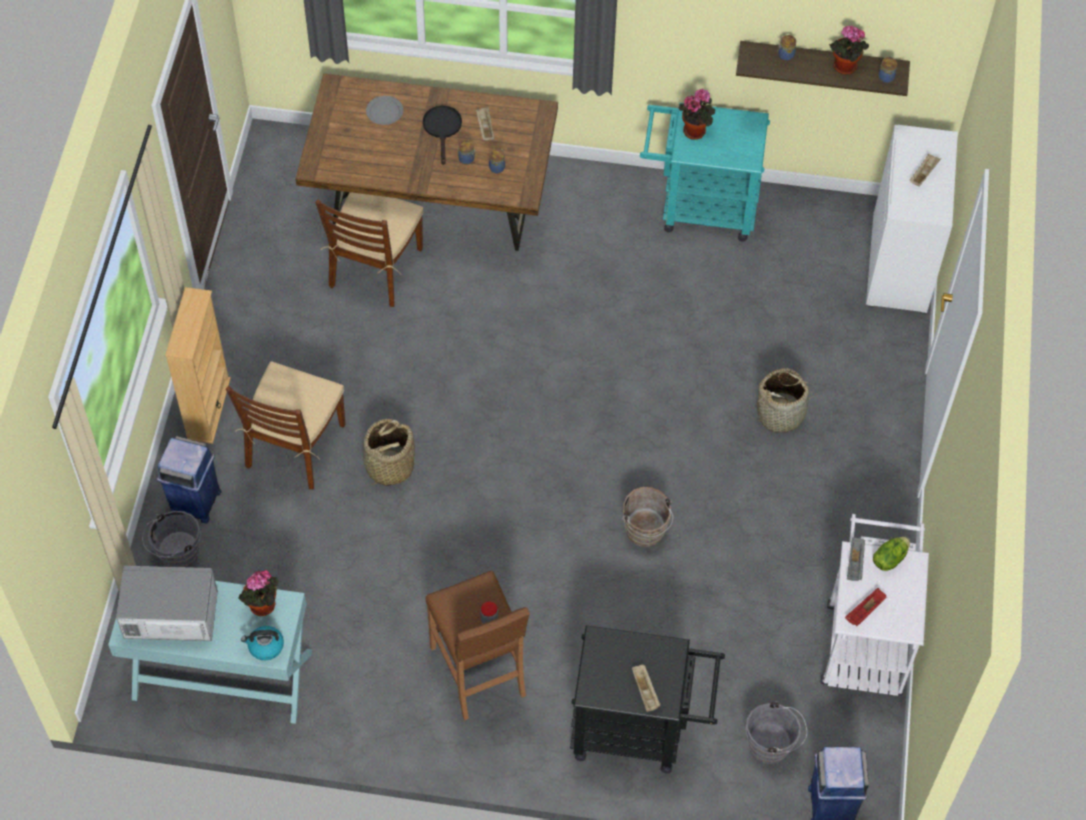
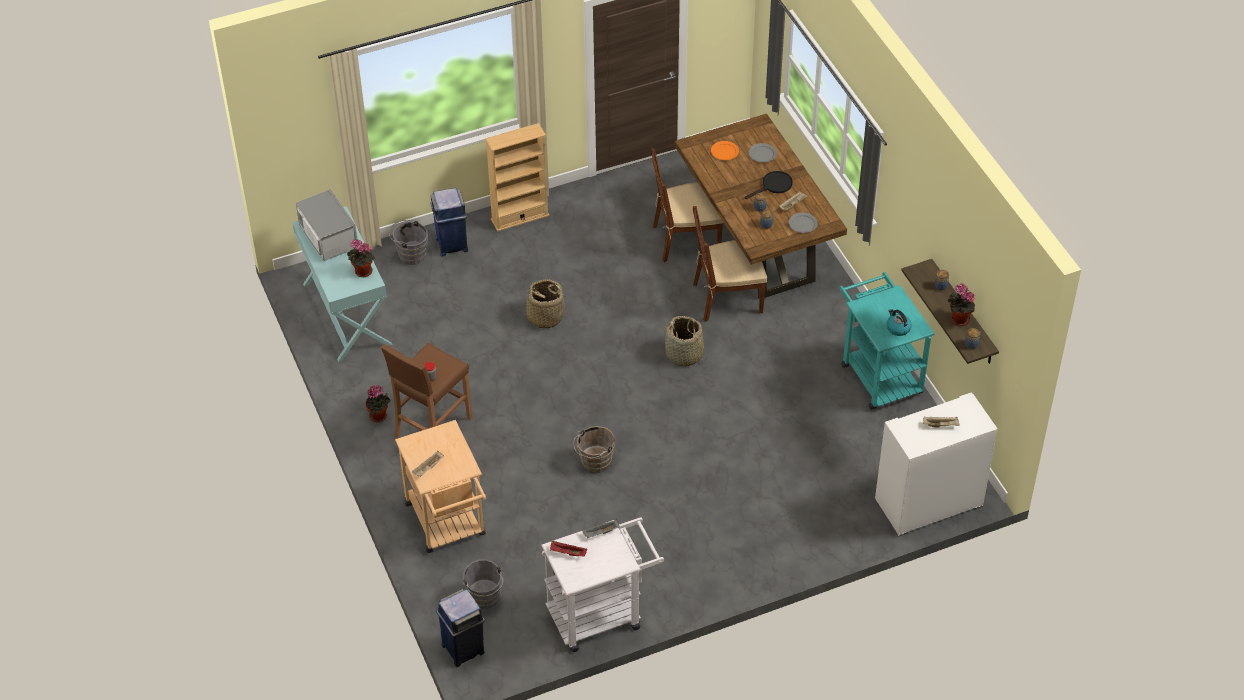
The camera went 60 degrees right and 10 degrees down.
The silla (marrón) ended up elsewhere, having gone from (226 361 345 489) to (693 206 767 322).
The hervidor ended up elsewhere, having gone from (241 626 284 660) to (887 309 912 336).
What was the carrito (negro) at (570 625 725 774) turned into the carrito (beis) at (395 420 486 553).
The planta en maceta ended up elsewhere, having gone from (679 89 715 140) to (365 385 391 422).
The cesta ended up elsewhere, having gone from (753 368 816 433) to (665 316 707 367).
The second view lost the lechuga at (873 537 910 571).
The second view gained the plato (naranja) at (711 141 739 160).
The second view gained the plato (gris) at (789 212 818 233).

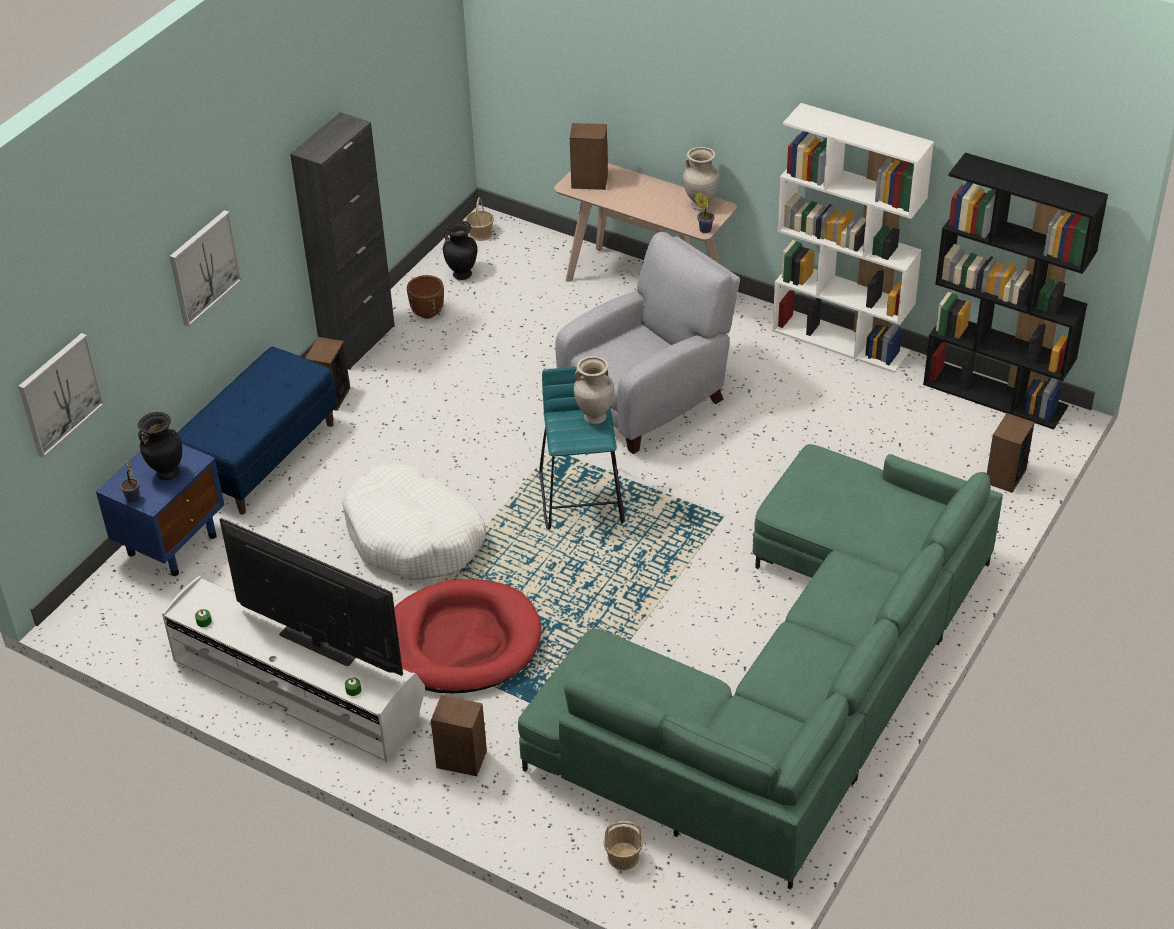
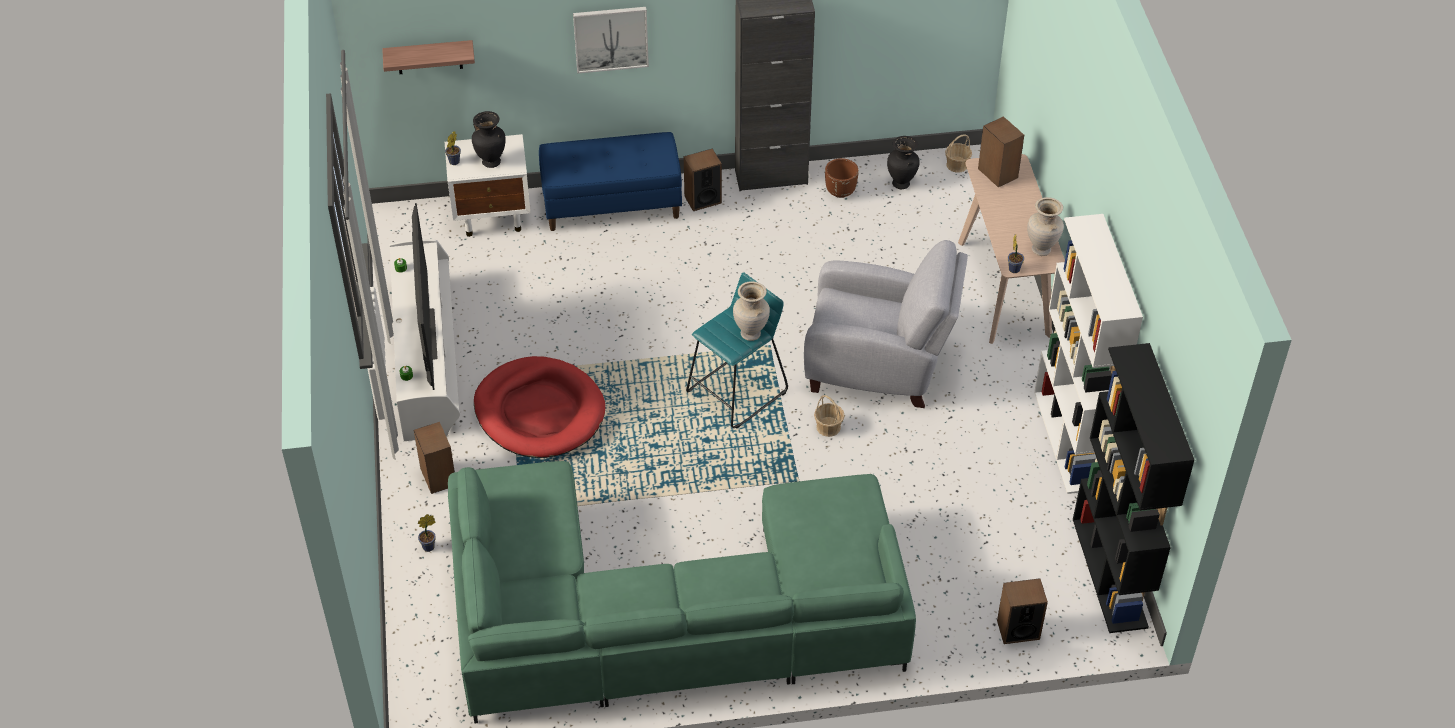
The camera went 50 degrees right and 5 degrees up.
Where the cuadro hung at (18 333 104 458), the estante came to hang at (382 40 475 74).
What was the mesita de noche (azul) at (96 444 224 576) turned into the mesita de noche (blanco) at (445 134 531 237).
The second view lost the cama para perro (blanco) at (342 464 486 580).
The cesta ended up elsewhere, having gone from (603 821 643 870) to (814 395 845 437).
The second view gained the planta en maceta at (418 514 436 552).

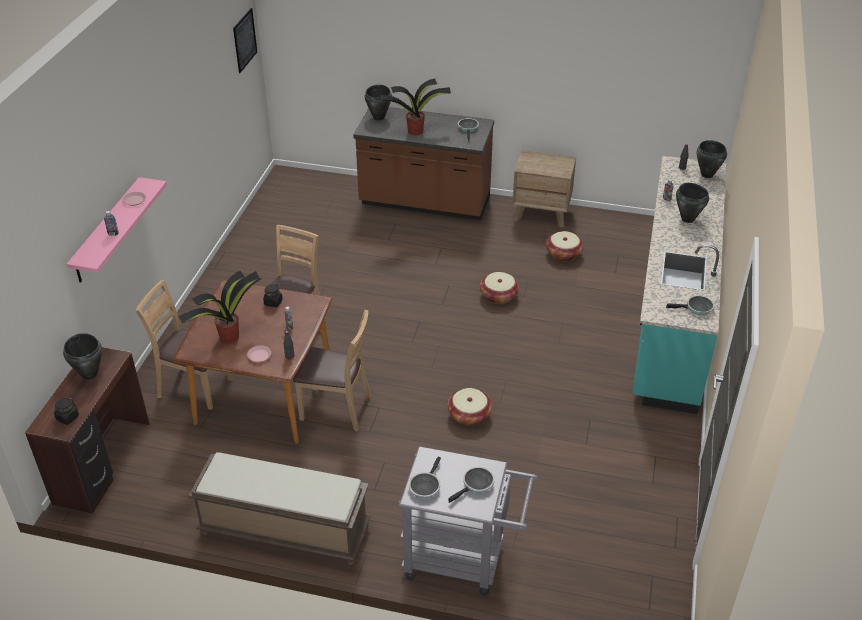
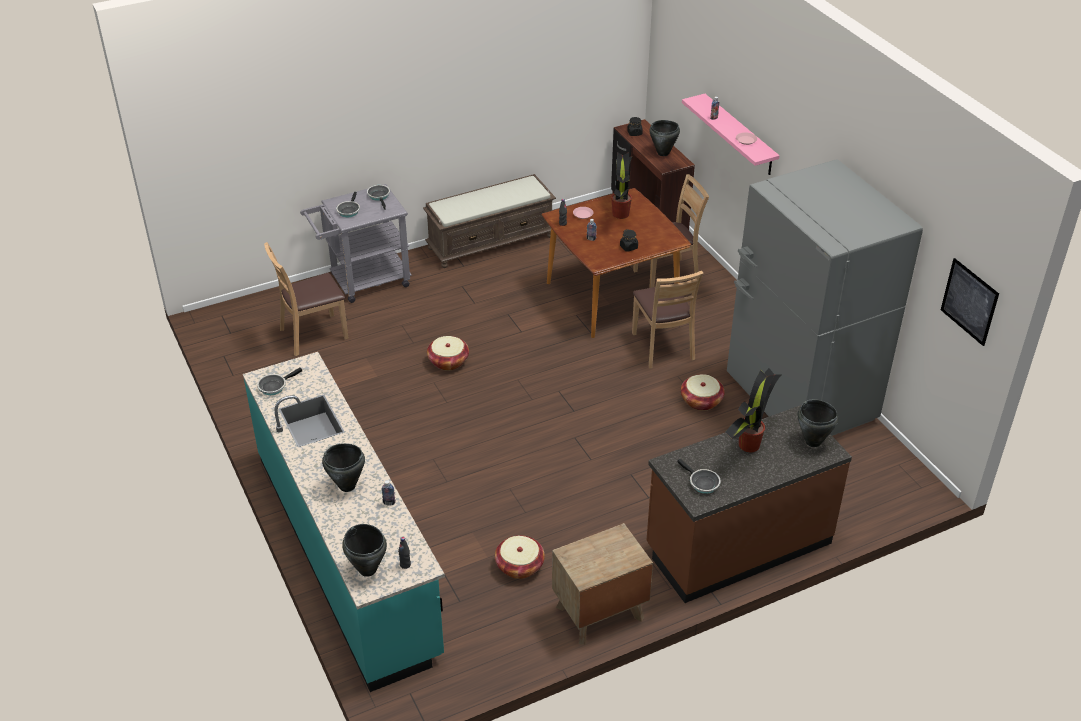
The camera went 140 degrees right and 0 degrees up.
The silla (marrón) ended up elsewhere, having gone from (293 310 371 431) to (264 242 348 356).
The cesta ended up elsewhere, having gone from (480 272 519 304) to (681 374 725 411).
The second view gained the nevera (gris) at (727 159 923 436).

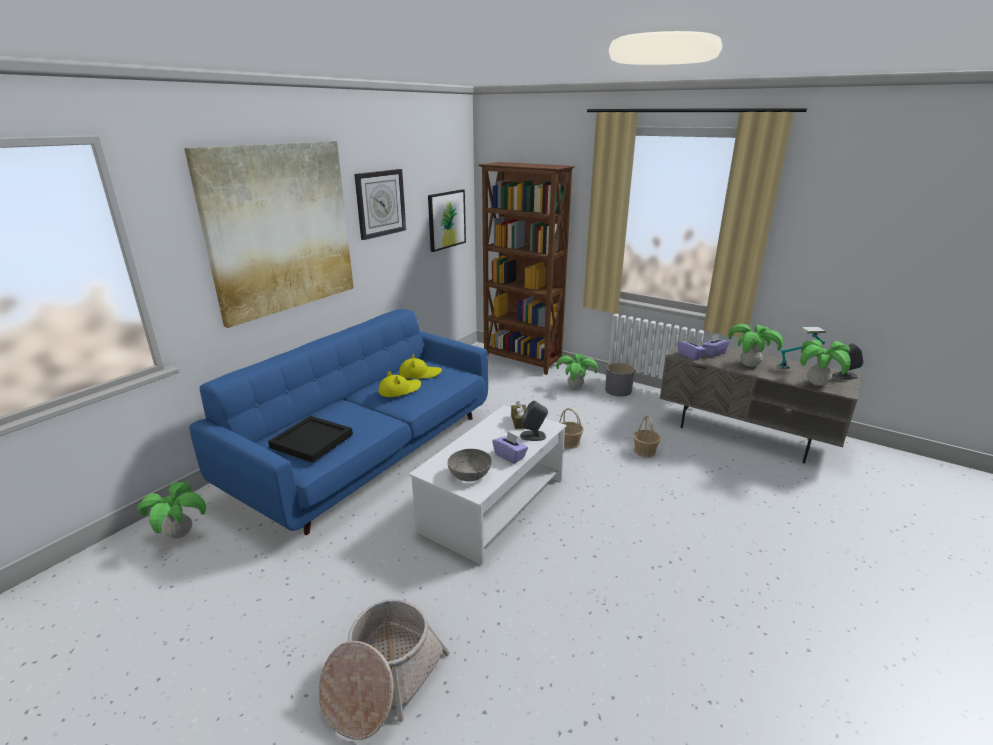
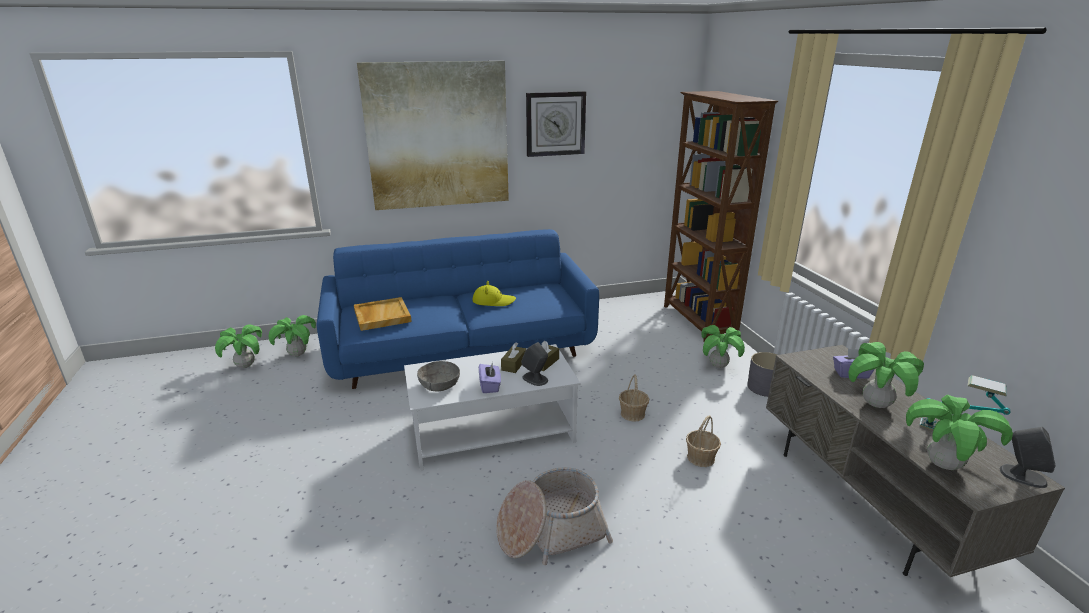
The camera went 40 degrees right and 0 degrees up.
What was the bandeja (negro) at (268 416 353 463) turned into the bandeja (beis) at (354 297 412 331).
The cesta ended up elsewhere, having gone from (318 599 449 740) to (496 467 613 565).
The second view lost the sombrero (amarillo) at (399 354 442 378).
The second view lost the cuadro at (428 190 466 252).
The second view lost the caja de pañuelos (morado) at (678 336 706 360).
The second view gained the planta en maceta at (215 325 262 368).
The second view gained the caja de pañuelos (marrón) at (501 342 526 373).

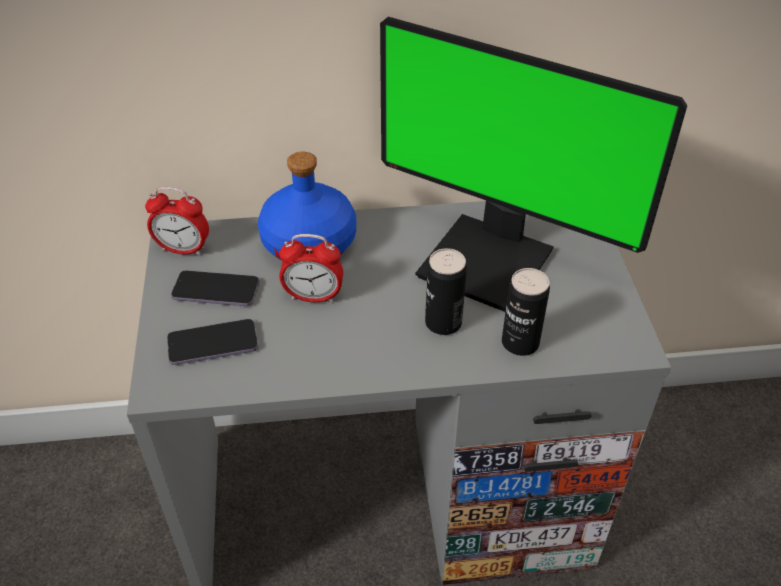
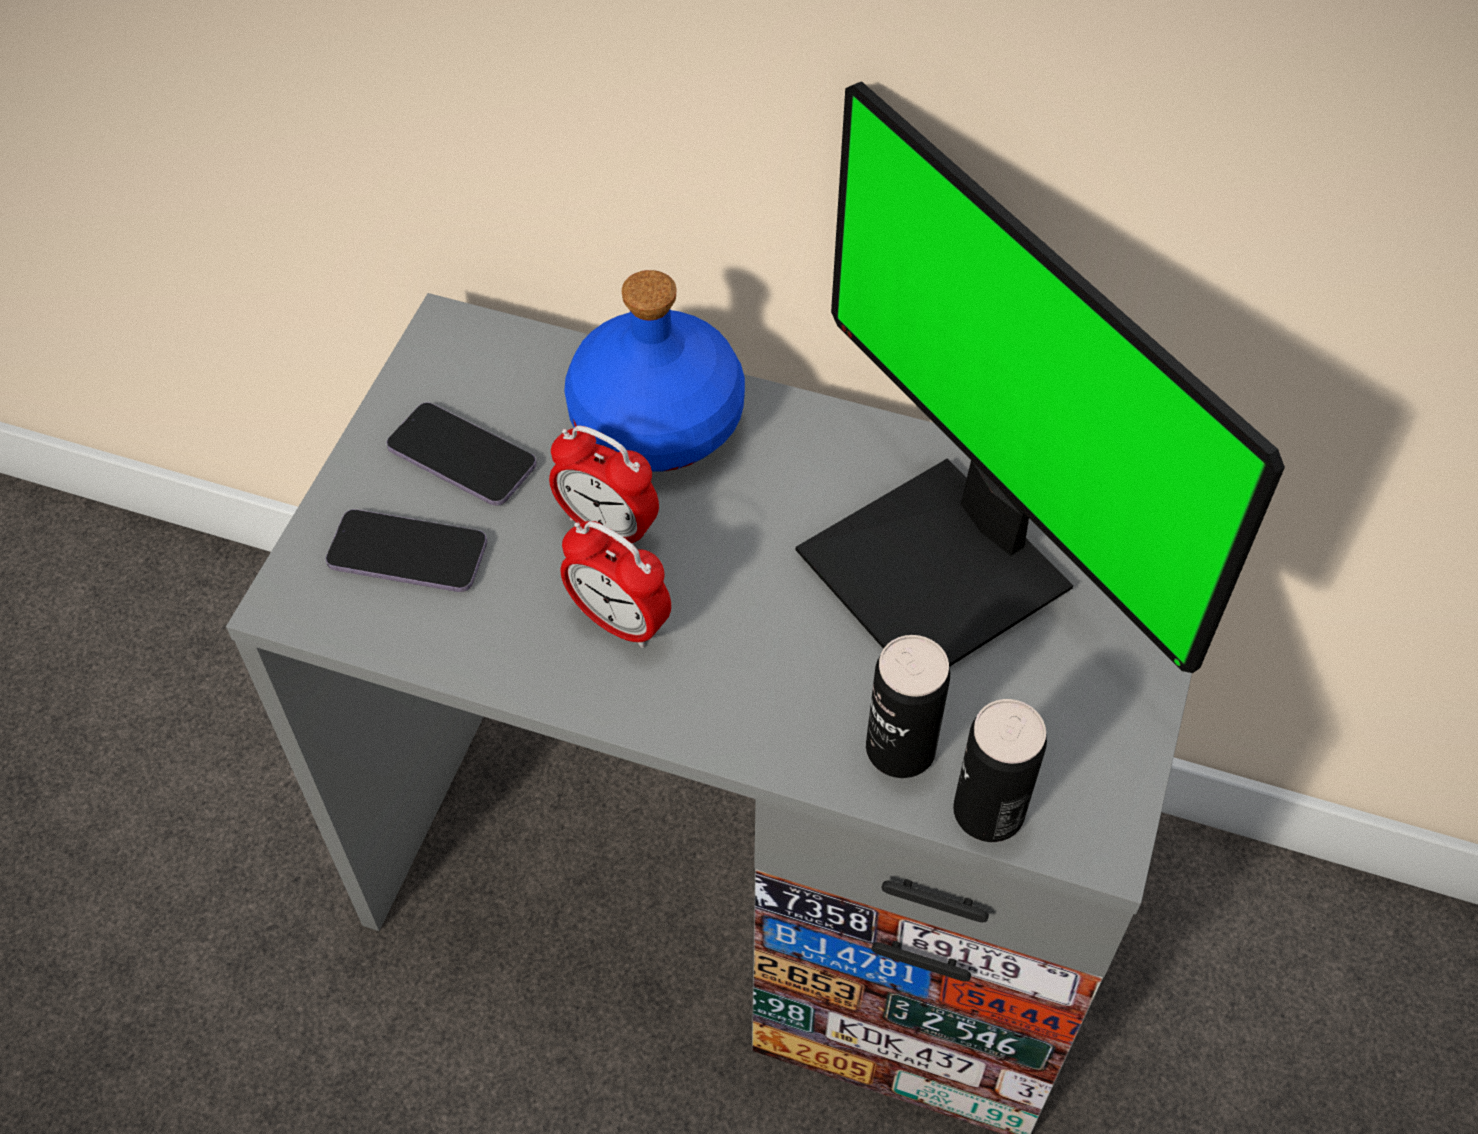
The camera went 25 degrees right and 10 degrees up.
The despertador ended up elsewhere, having gone from (145 187 209 256) to (561 521 671 648).
The lata ended up elsewhere, having gone from (425 248 467 335) to (953 699 1047 842).

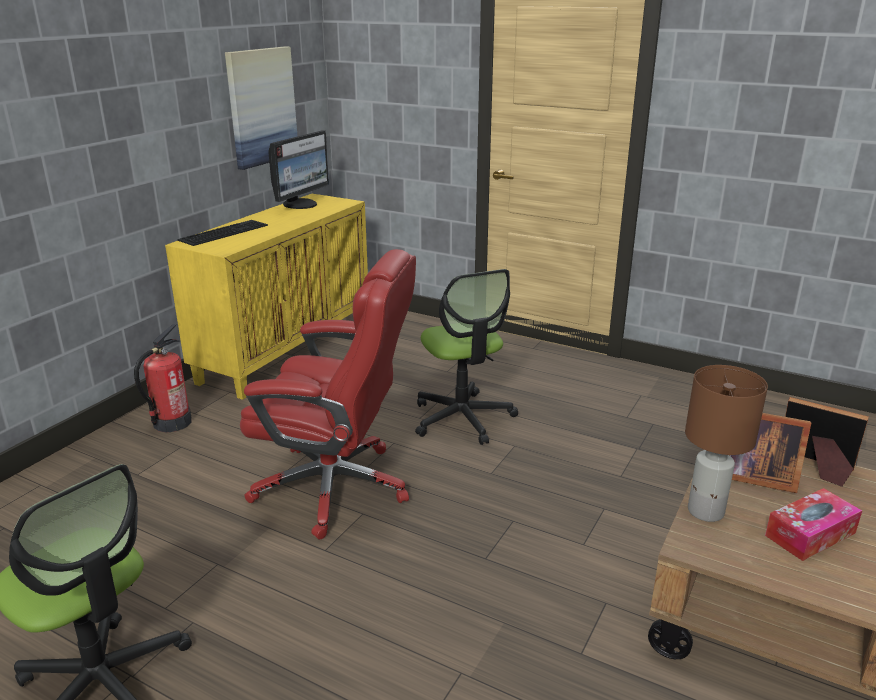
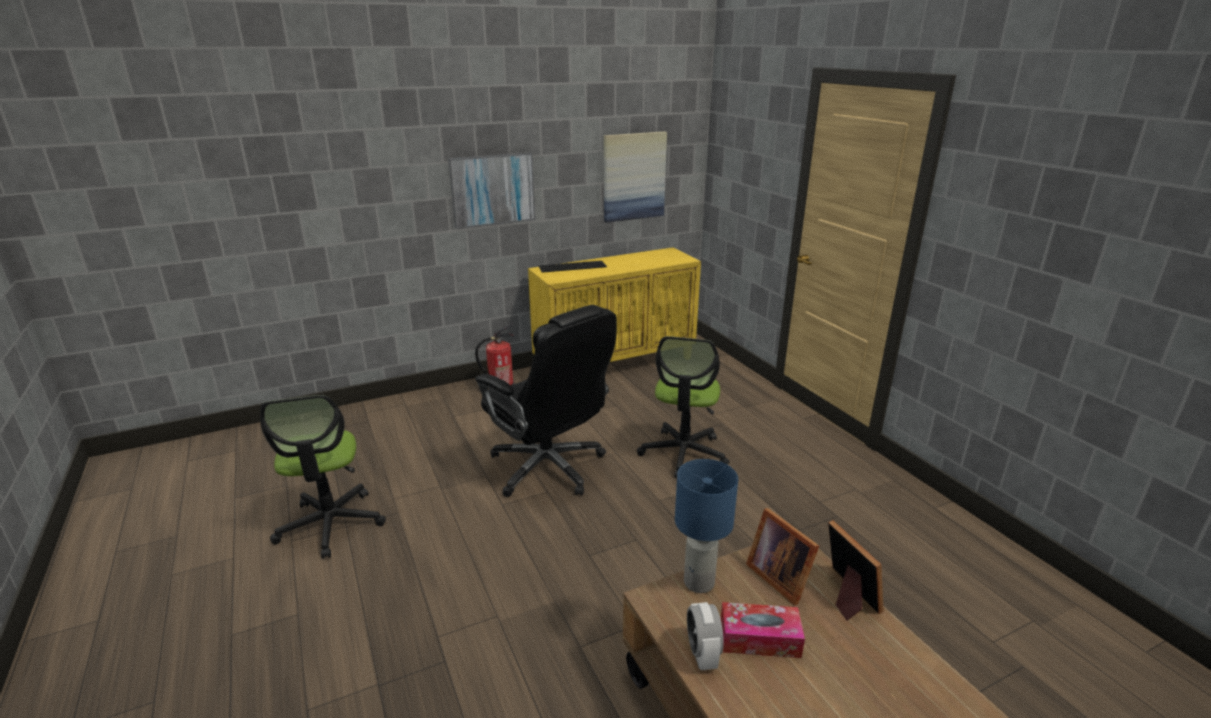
The camera went 35 degrees right and 0 degrees up.
What was the silla de oficina (rojo) at (240 249 416 539) turned into the silla de oficina (negro) at (475 305 617 497).
The second view lost the monitor at (268 130 329 209).
What was the lámpara de mesa (marrón) at (685 365 768 522) turned into the lámpara de mesa (azul) at (675 459 738 593).
The second view gained the cuadro at (448 153 535 229).
The second view gained the despertador at (687 602 724 670).

